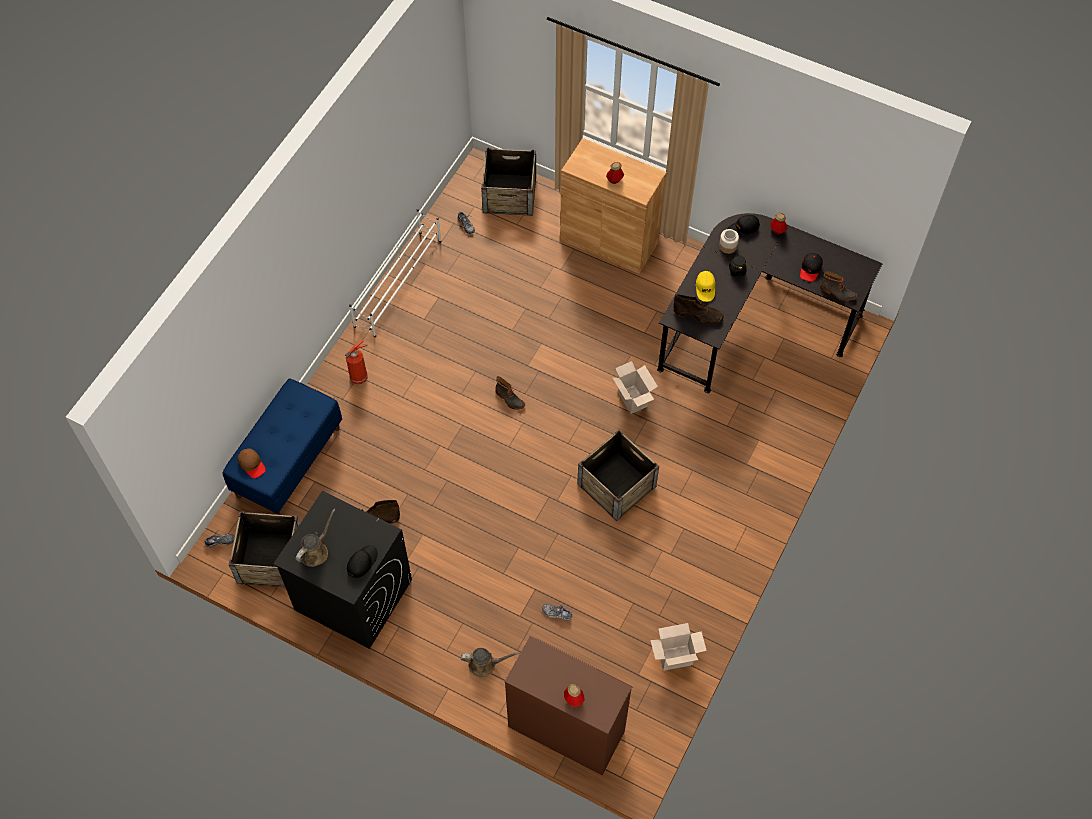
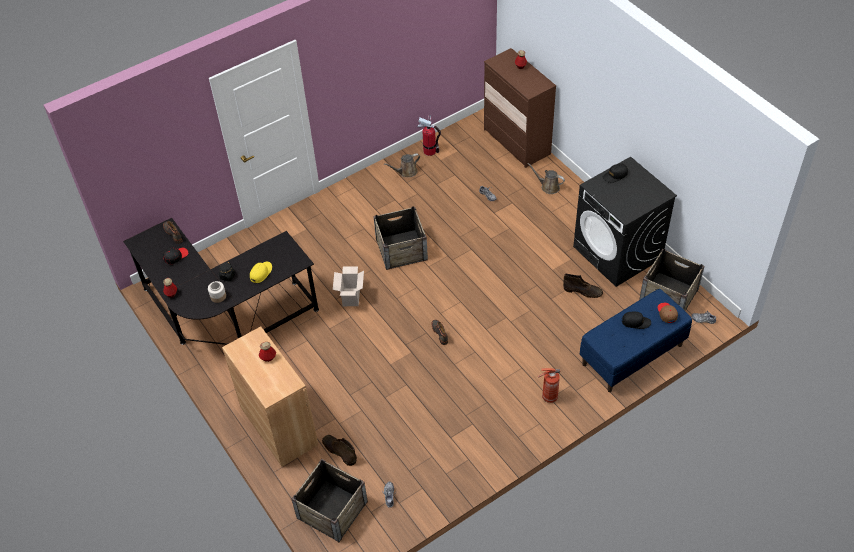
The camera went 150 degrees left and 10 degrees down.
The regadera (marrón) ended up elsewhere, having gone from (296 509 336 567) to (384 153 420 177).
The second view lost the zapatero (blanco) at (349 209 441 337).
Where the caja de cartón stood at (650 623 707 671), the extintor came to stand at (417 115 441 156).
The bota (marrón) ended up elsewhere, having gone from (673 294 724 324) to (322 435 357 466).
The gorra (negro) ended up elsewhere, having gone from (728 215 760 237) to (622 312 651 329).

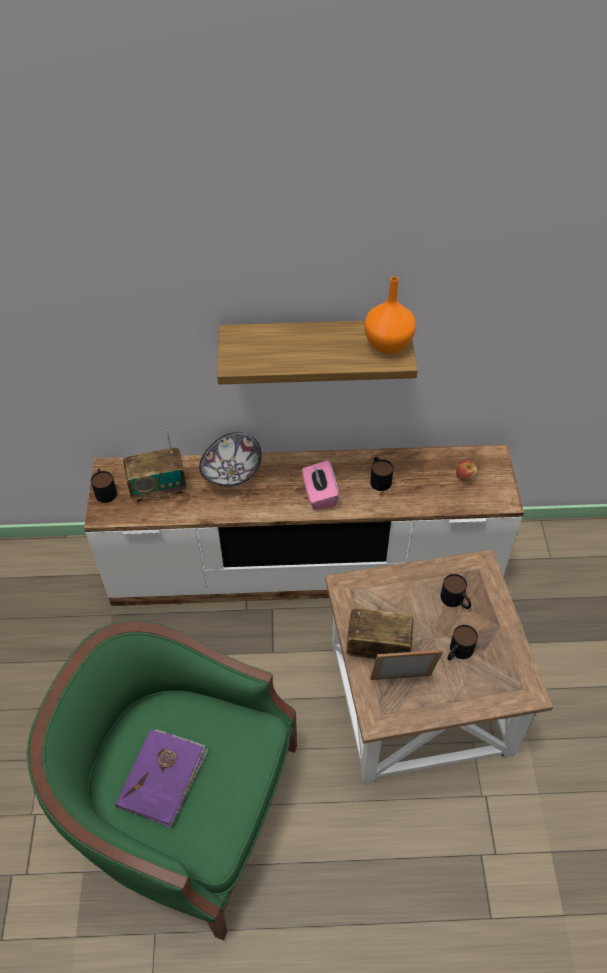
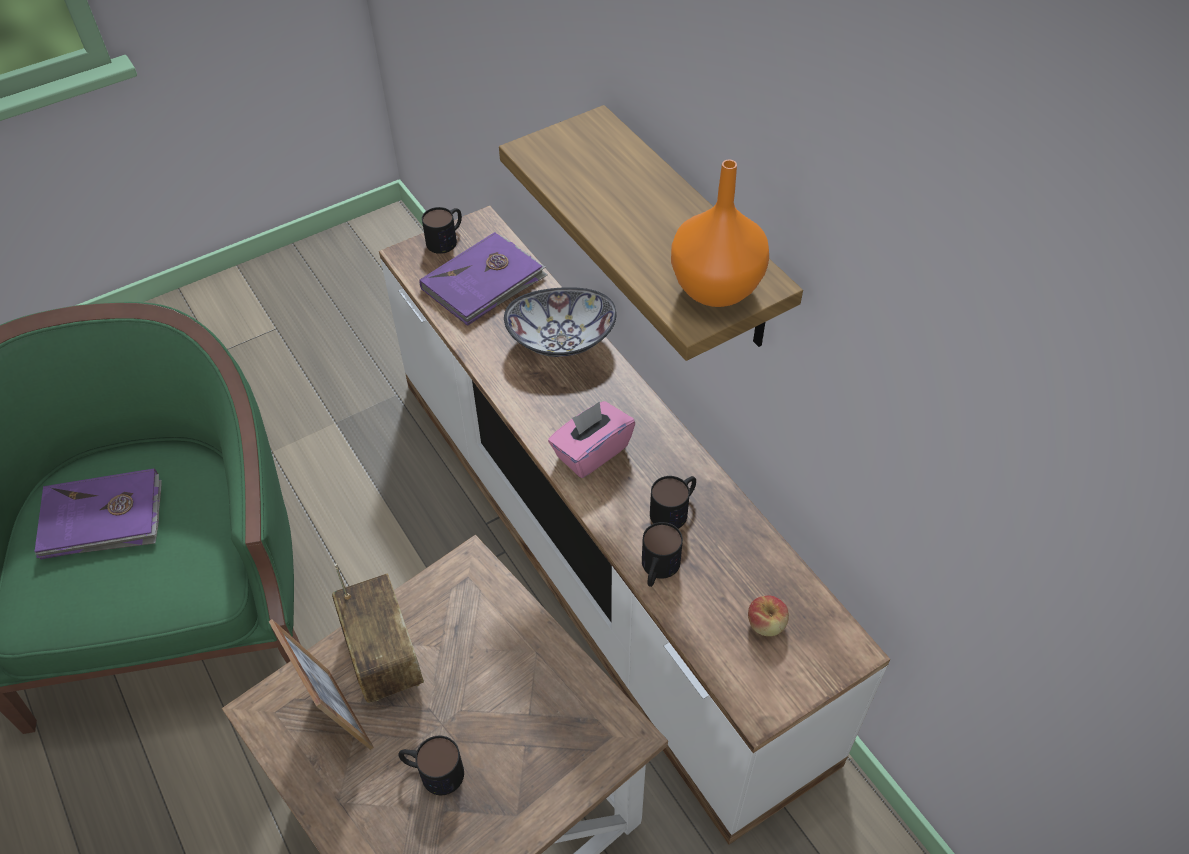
The camera went 60 degrees right and 0 degrees up.
Where the radio stood at (123 430 187 502), the libro (morado) came to stand at (419 232 548 326).
The taza grande ended up elsewhere, having gone from (440 574 471 609) to (642 522 683 587).

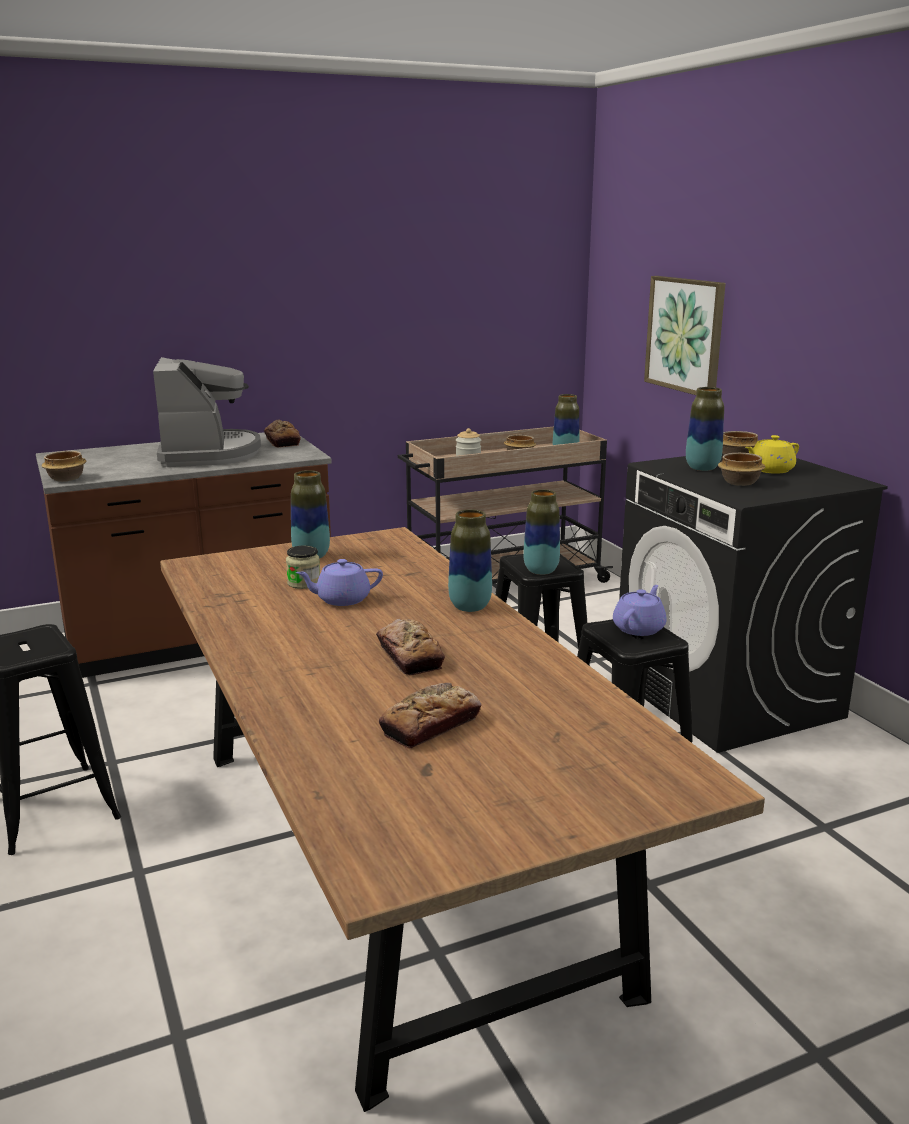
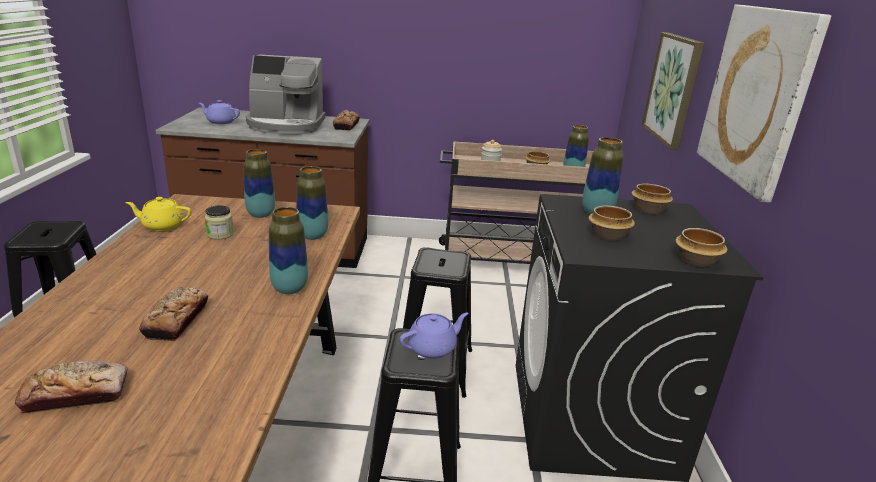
The camera went 25 degrees right and 5 degrees up.
The cuenco ended up elsewhere, having gone from (42 451 86 482) to (675 228 727 267).
The cafetera at (153 357 261 467) ended up facing another way, 75 degrees clockwise from before.
The tetera (morado) ended up elsewhere, having gone from (296 559 383 606) to (199 100 240 124).
The florero ended up elsewhere, having gone from (524 489 560 575) to (296 166 328 240).
The tetera (amarillo) ended up elsewhere, having gone from (745 435 799 474) to (125 197 191 231).
The second view gained the cuadro at (697 5 831 203).

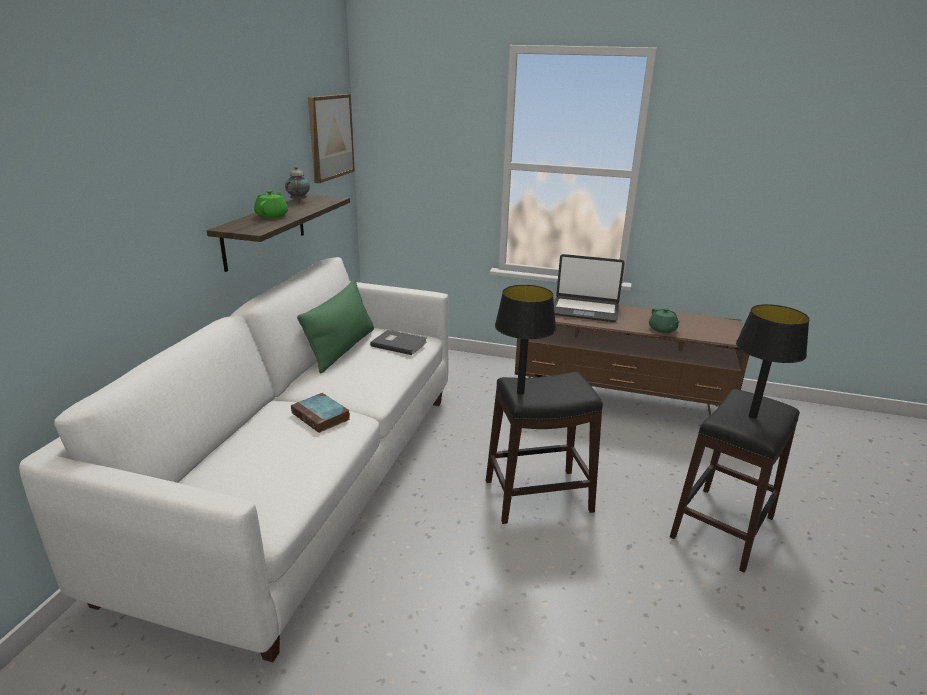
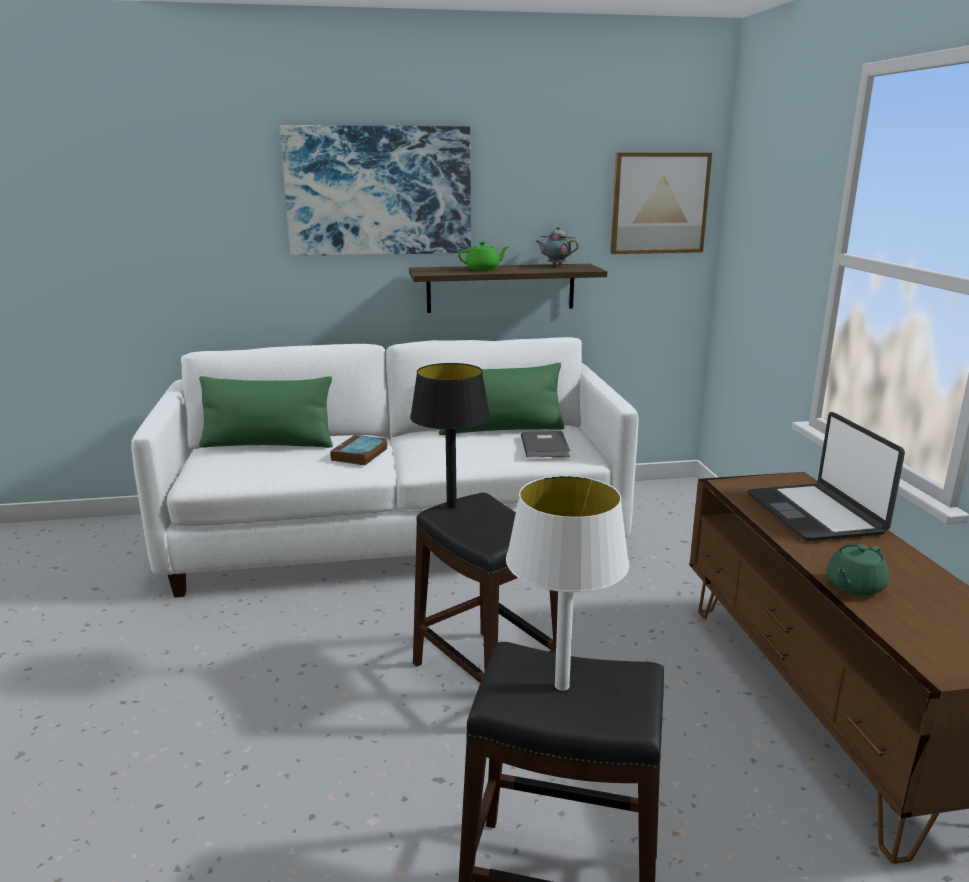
The camera went 65 degrees right and 5 degrees down.
The tetera at (285 167 310 202) ended up facing another way, 120 degrees counterclockwise from before.
What was the lámpara de mesa (negro) at (736 304 810 419) turned into the lámpara de mesa (blanco) at (506 476 629 691).
The second view gained the cojín (verde) at (199 376 333 448).
The second view gained the cuadro at (280 125 471 256).

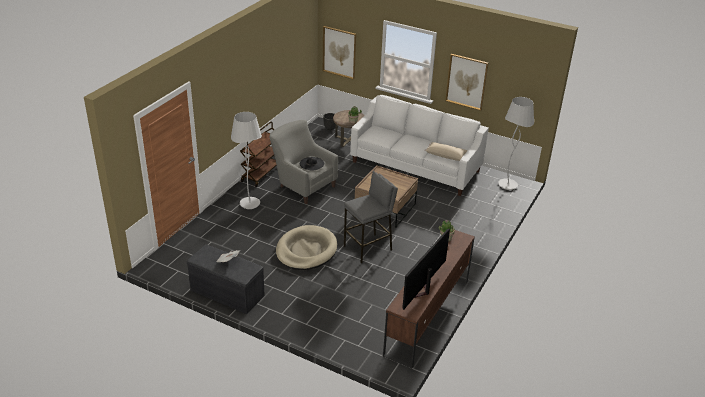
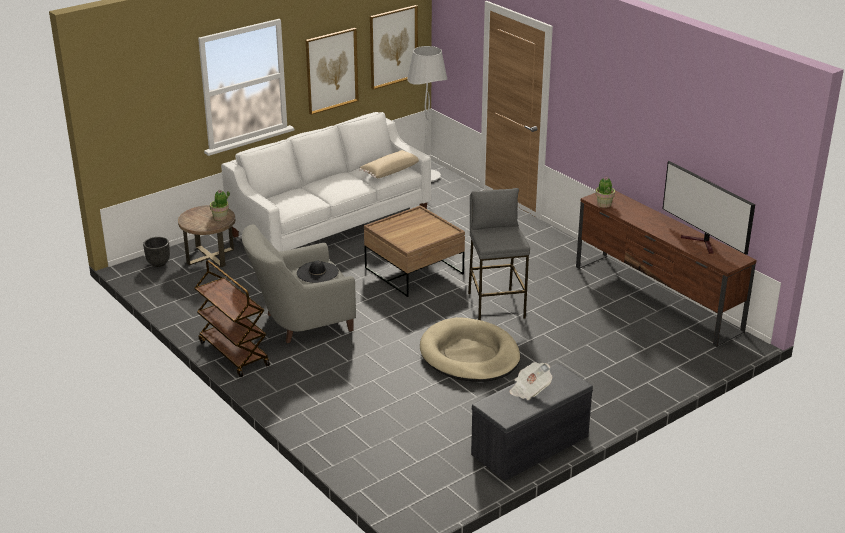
The camera went 65 degrees left and 5 degrees down.
The second view lost the lámpara de pie (blanco) at (231 112 262 209).
The cuadro ended up elsewhere, having gone from (323 26 356 80) to (370 5 418 90).

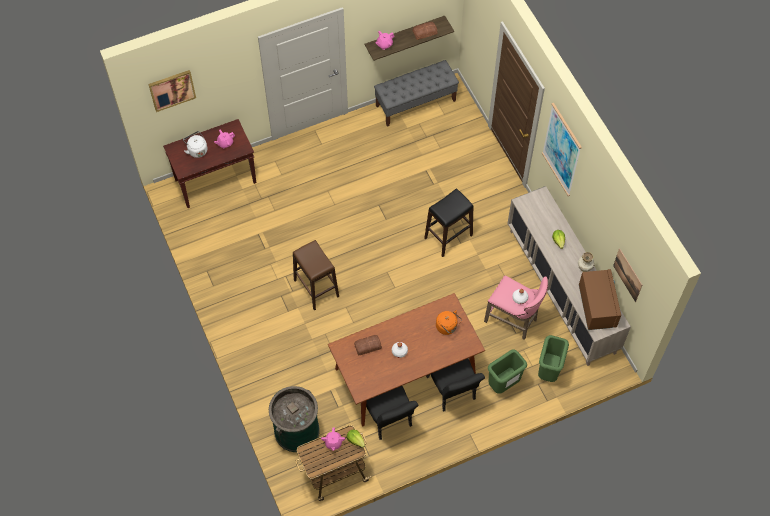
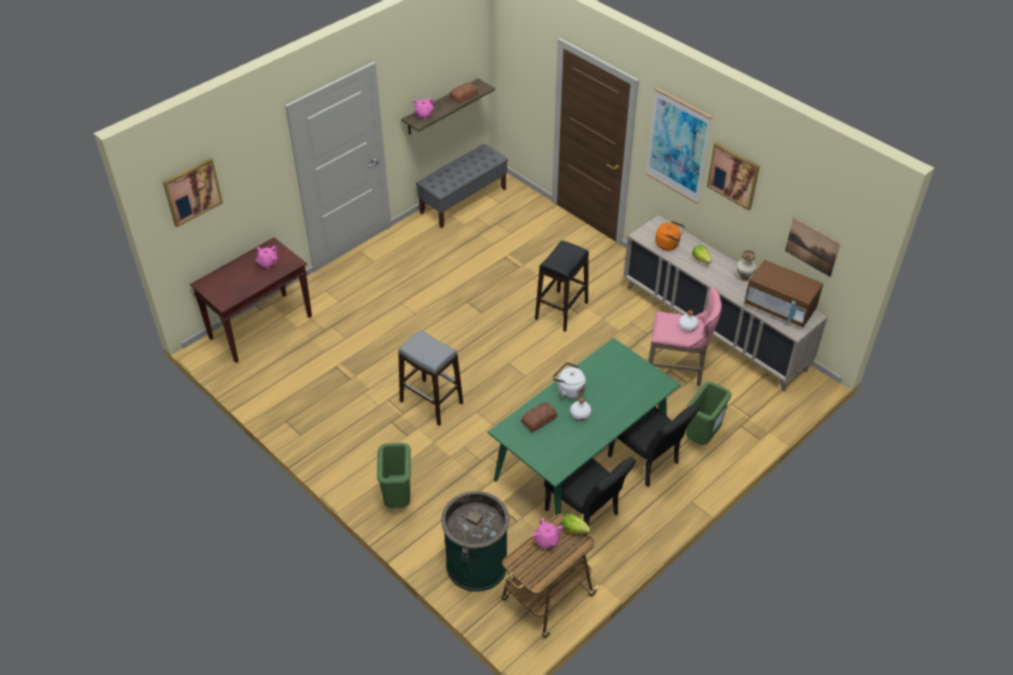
The camera went 20 degrees left and 15 degrees down.
The hervidor (blanco) ended up elsewhere, having gone from (183 131 208 158) to (553 362 586 399).
What was the taburete (marrón) at (293 240 339 311) turned into the taburete (gris) at (398 330 463 426).
What was the mesa de comedor (marrón) at (328 293 485 427) turned into the mesa de comedor (verde) at (488 338 681 516).
The hervidor (naranja) ended up elsewhere, having gone from (436 310 462 335) to (655 221 685 250).
The papelera (verde) ended up elsewhere, having gone from (538 335 569 382) to (377 443 411 508).
The microondas (marrón) at (579 269 621 330) ended up facing another way, 150 degrees clockwise from before.
The second view gained the cuadro at (707 142 760 211).

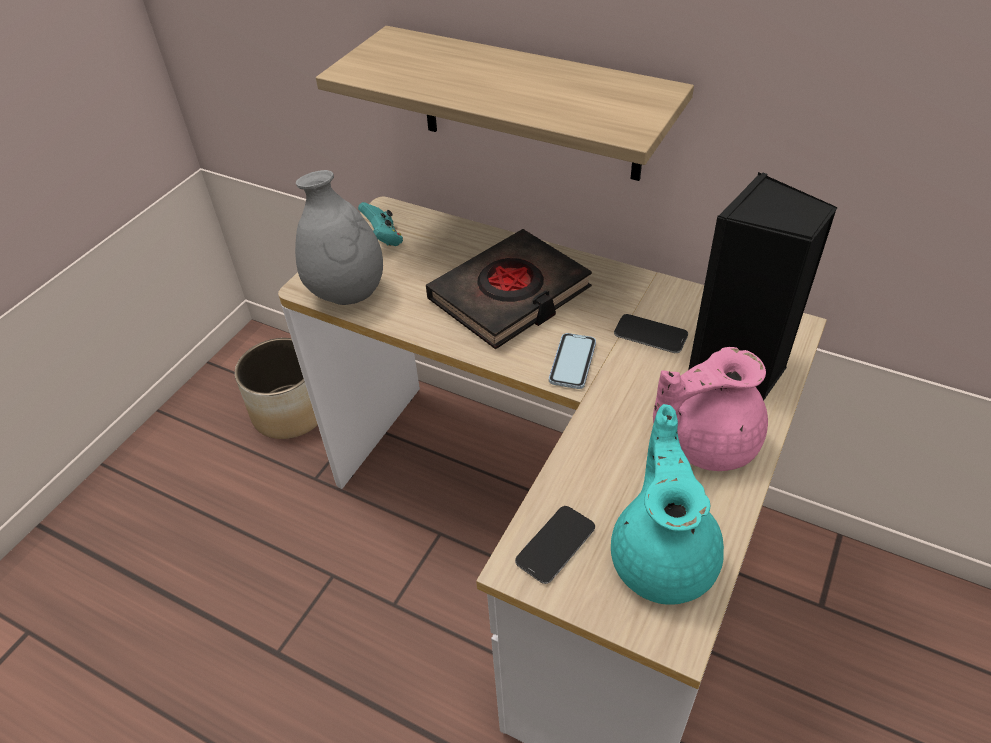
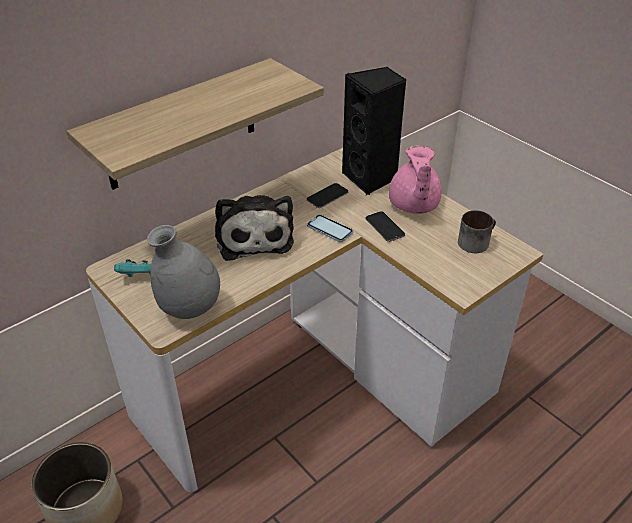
The camera went 70 degrees left and 5 degrees down.
Where the libro (negro) stood at (426 229 592 350), the peluche came to stand at (215 195 294 261).
The móvil ended up elsewhere, having gone from (515 506 595 584) to (366 212 405 242).
Where the tetera (turquesa) stood at (611 404 724 605), the taza grande came to stand at (458 210 496 253).

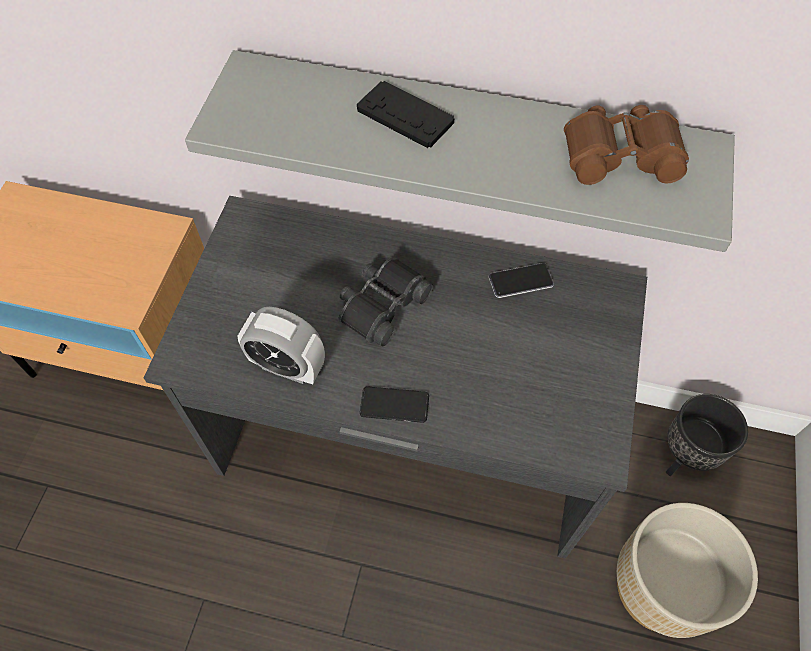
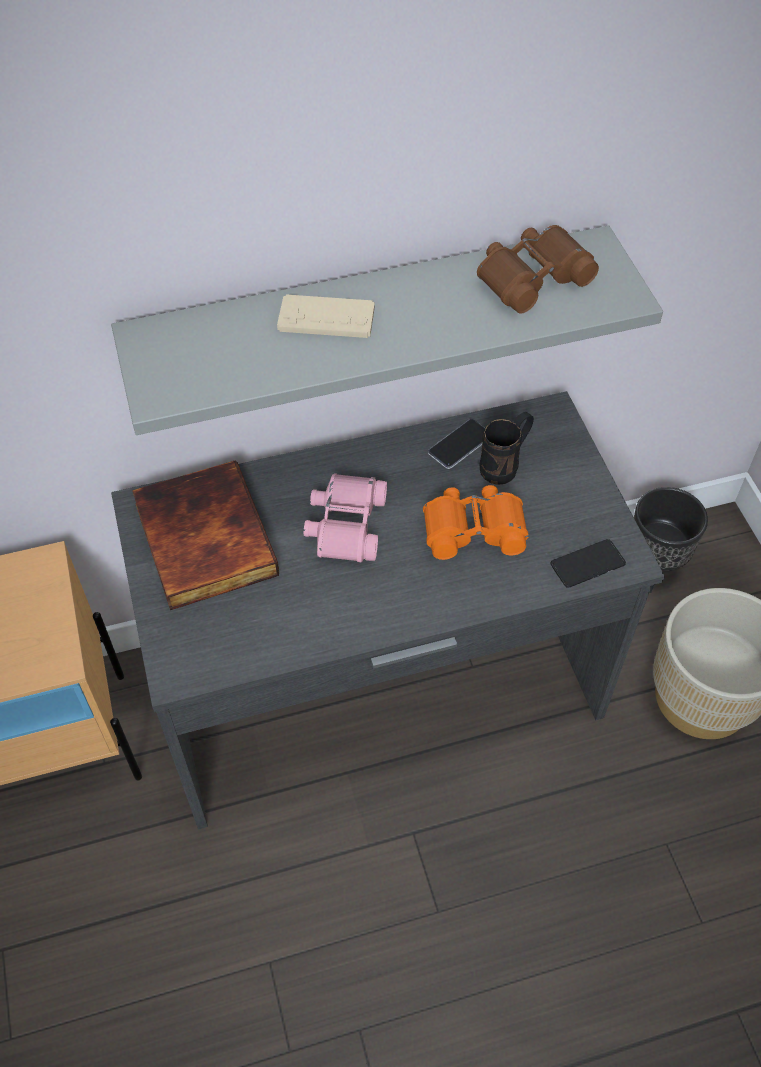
The camera went 30 degrees left and 5 degrees down.
The second view lost the despertador at (237 307 325 384).
What was the prismáticos (negro) at (339 258 433 346) turned into the prismáticos (rosa) at (304 473 387 562).
What was the mando de consola (negro) at (357 81 454 148) turned into the mando de consola (beis) at (277 295 375 338).
The móvil ended up elsewhere, having gone from (360 386 429 423) to (551 539 626 588).
The second view gained the libro at (132 460 279 610).
The second view gained the prismáticos (naranja) at (423 485 529 560).
The second view gained the taza grande (negro) at (479 412 534 485).

